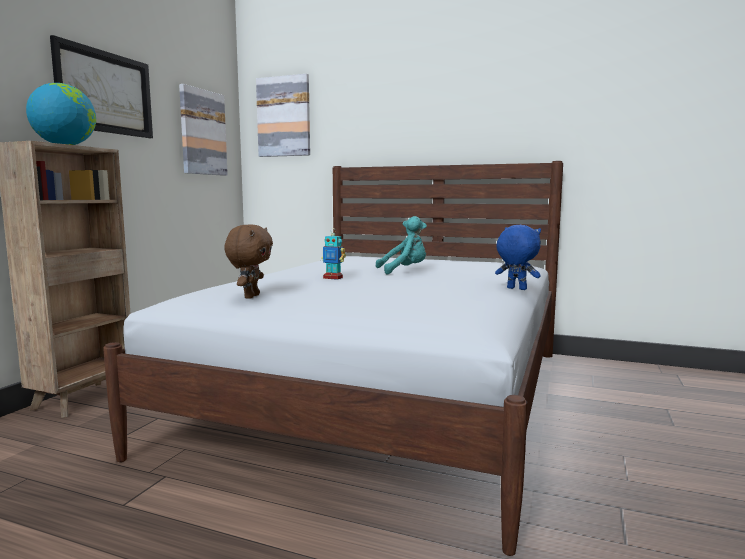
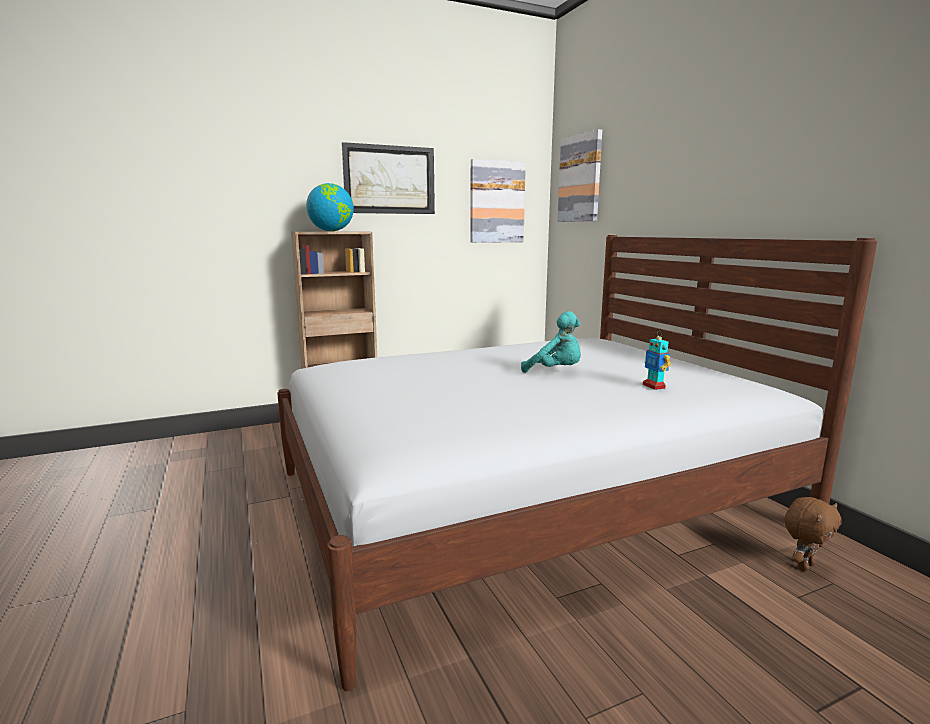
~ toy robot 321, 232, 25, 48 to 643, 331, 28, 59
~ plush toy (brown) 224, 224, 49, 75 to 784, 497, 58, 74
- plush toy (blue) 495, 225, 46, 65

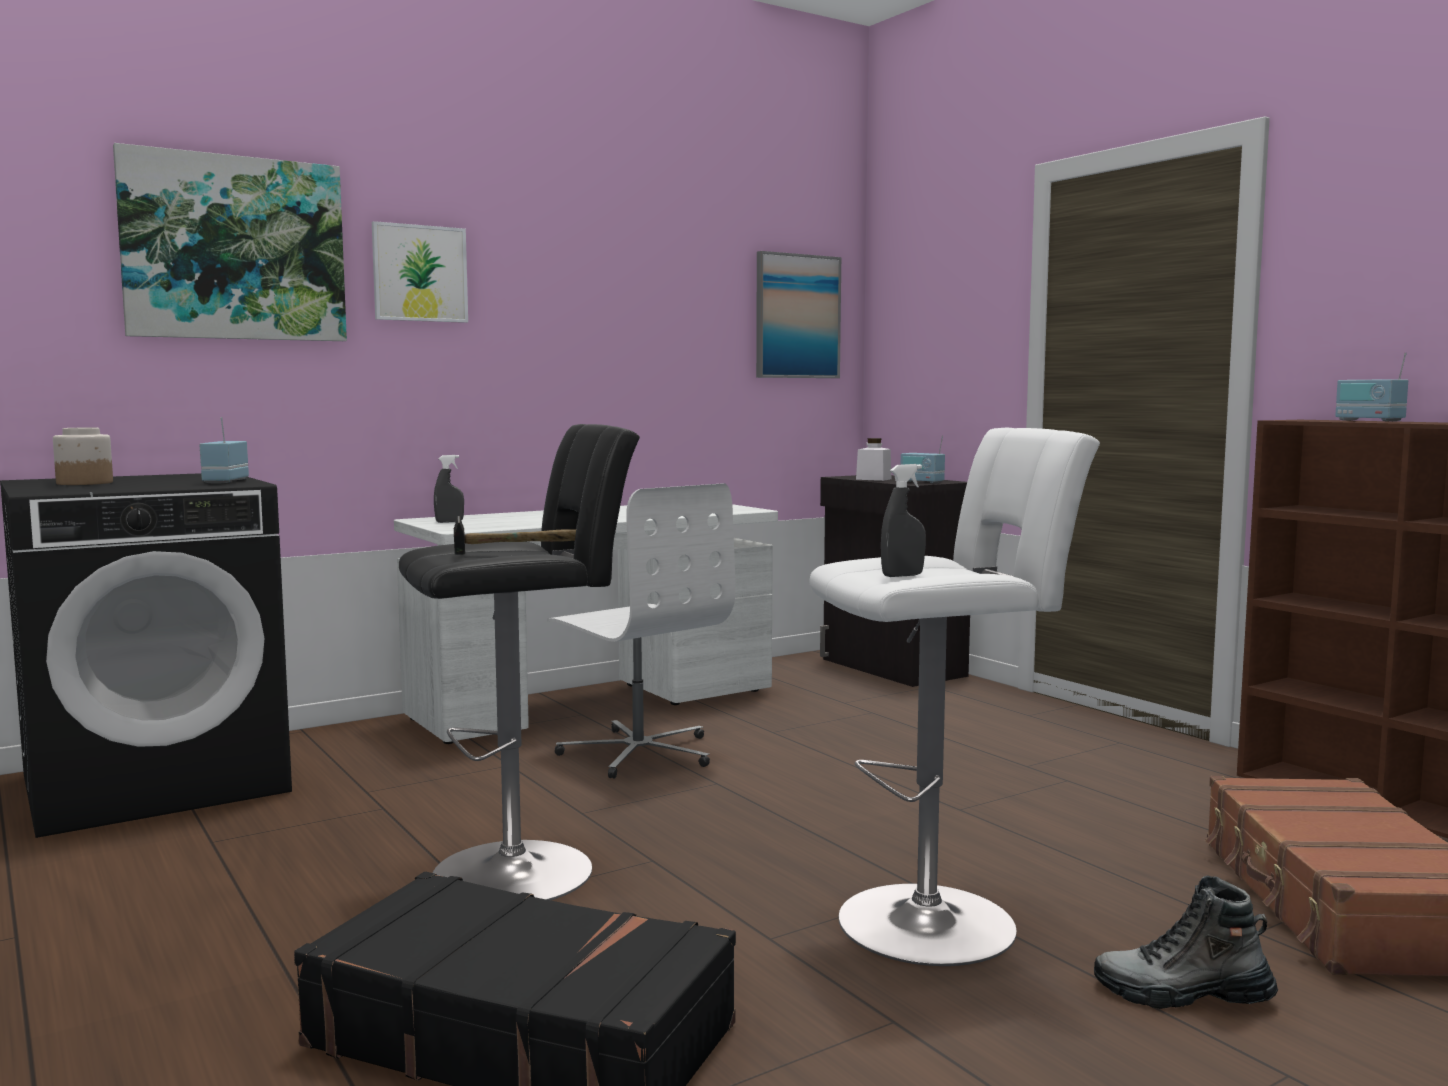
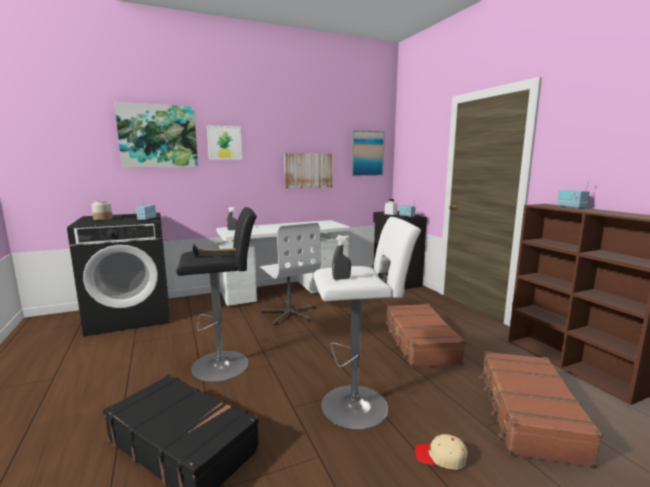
+ picture 284, 153, 49, 36
+ suitcase (brown) 385, 304, 81, 63
~ boot 1094, 876, 184, 133 to cap (beige) 415, 434, 53, 36

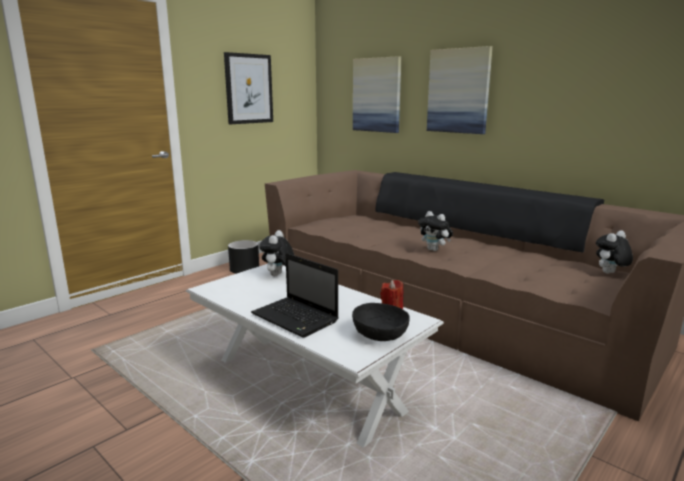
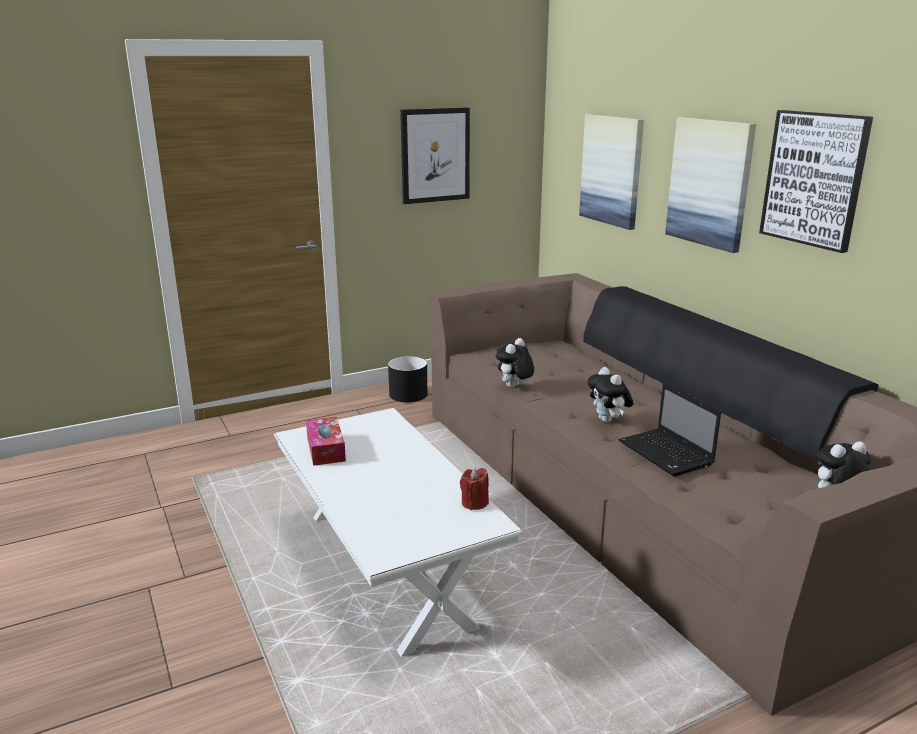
+ tissue box 306, 417, 40, 49
~ plush toy 259, 230, 35, 46 to 496, 338, 38, 50
~ laptop 251, 253, 88, 85 to 619, 382, 102, 95
+ picture 759, 110, 114, 143
- bowl (black) 352, 303, 58, 38

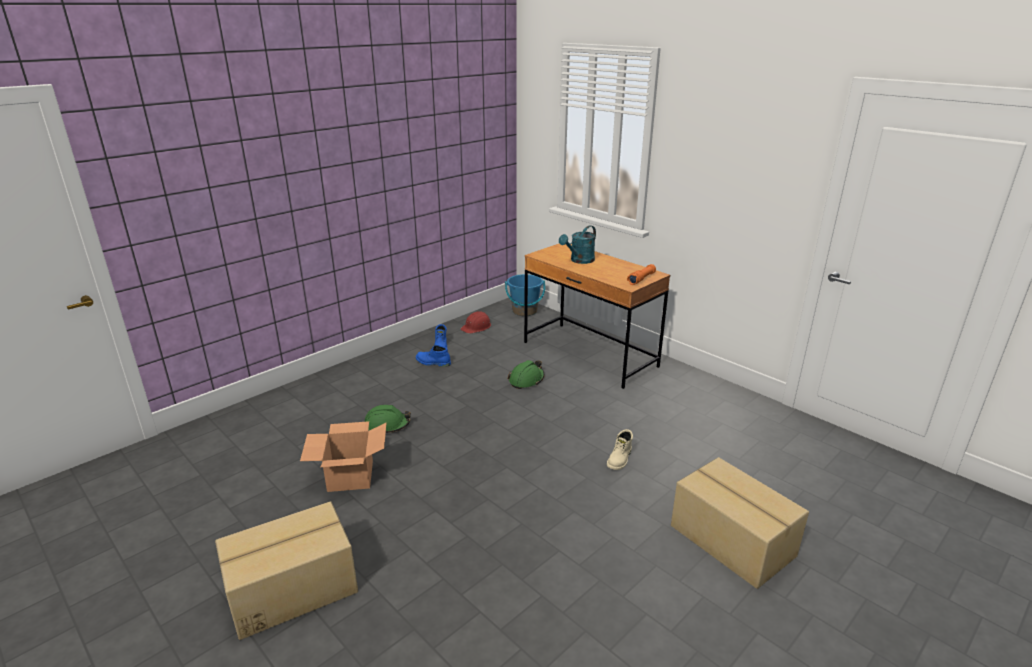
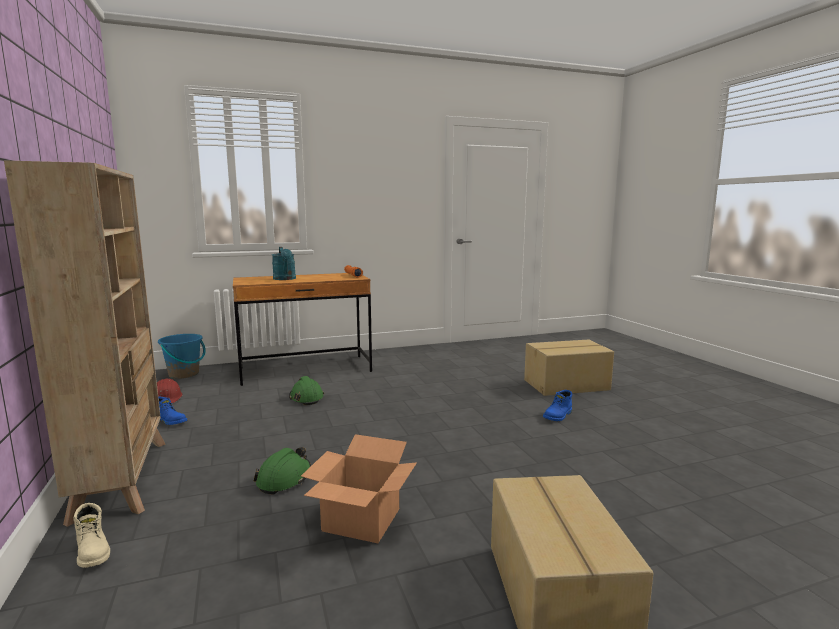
+ bookcase (beige) 4, 160, 162, 367
~ boot (beige) 607, 429, 26, 41 to 73, 503, 37, 65
~ boot (blue) 416, 345, 35, 22 to 543, 390, 29, 31

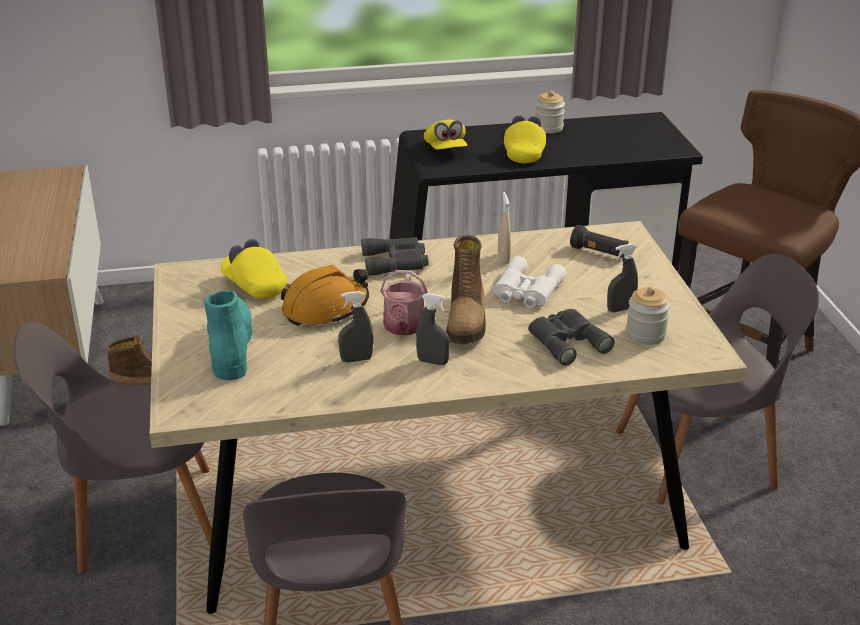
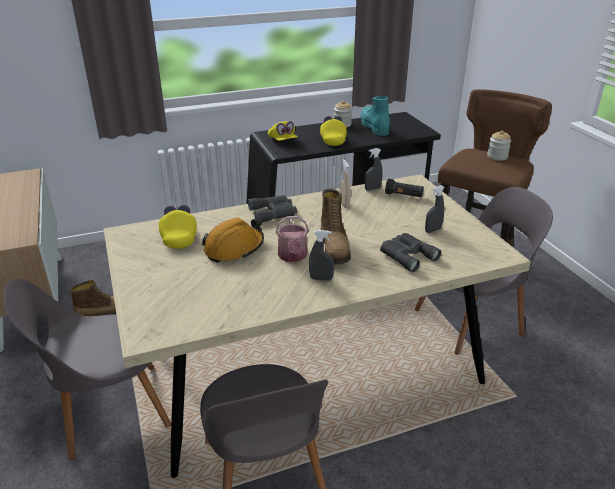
~ cap (yellow) 221, 239, 66, 61 = 159, 205, 38, 44 45 degrees clockwise
~ boot (turquoise) 204, 291, 48, 89 to 361, 96, 29, 40
~ spray bottle (grey) 338, 291, 35, 72 to 365, 148, 18, 43
~ jar 626, 287, 44, 58 to 487, 131, 24, 30
- binoculars (white) 493, 256, 73, 52

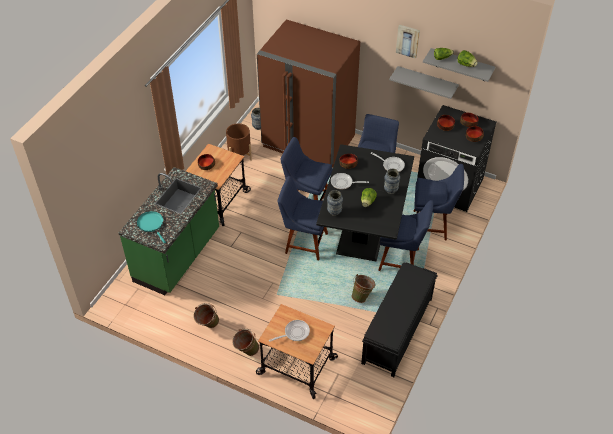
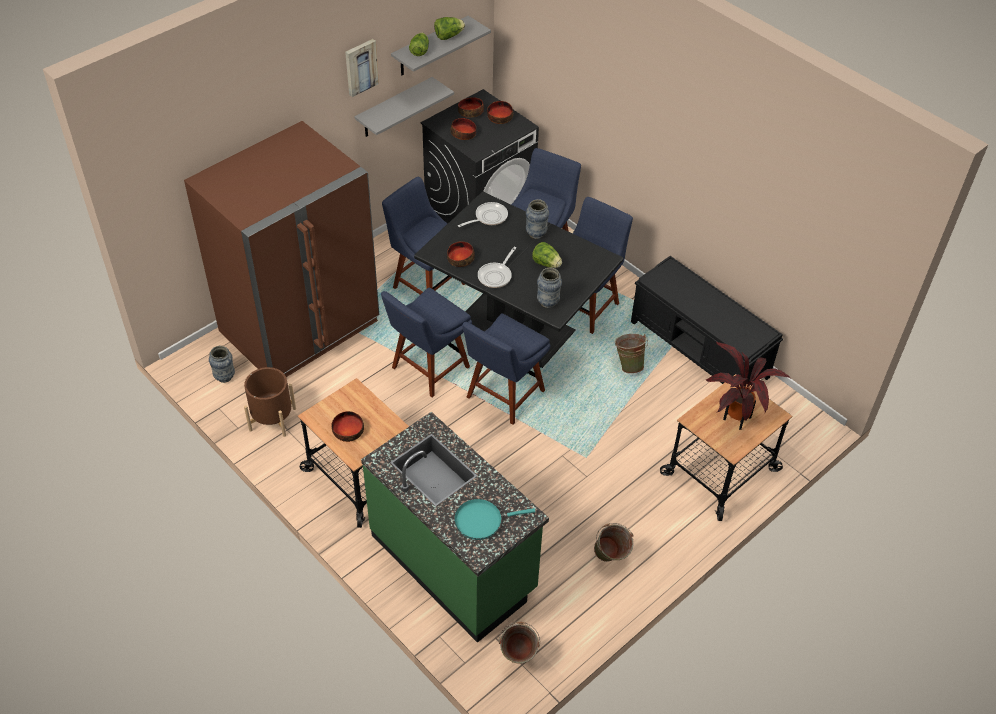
~ bucket (green) 232, 328, 27, 28 to 499, 622, 41, 41
~ frying pan 269, 320, 41, 22 to potted plant 706, 341, 84, 89

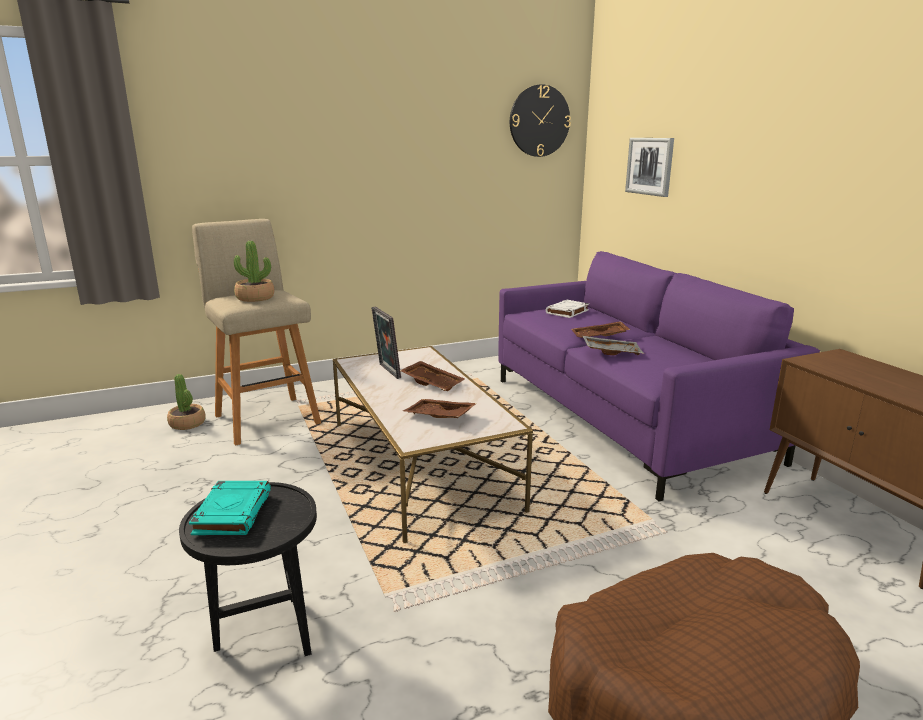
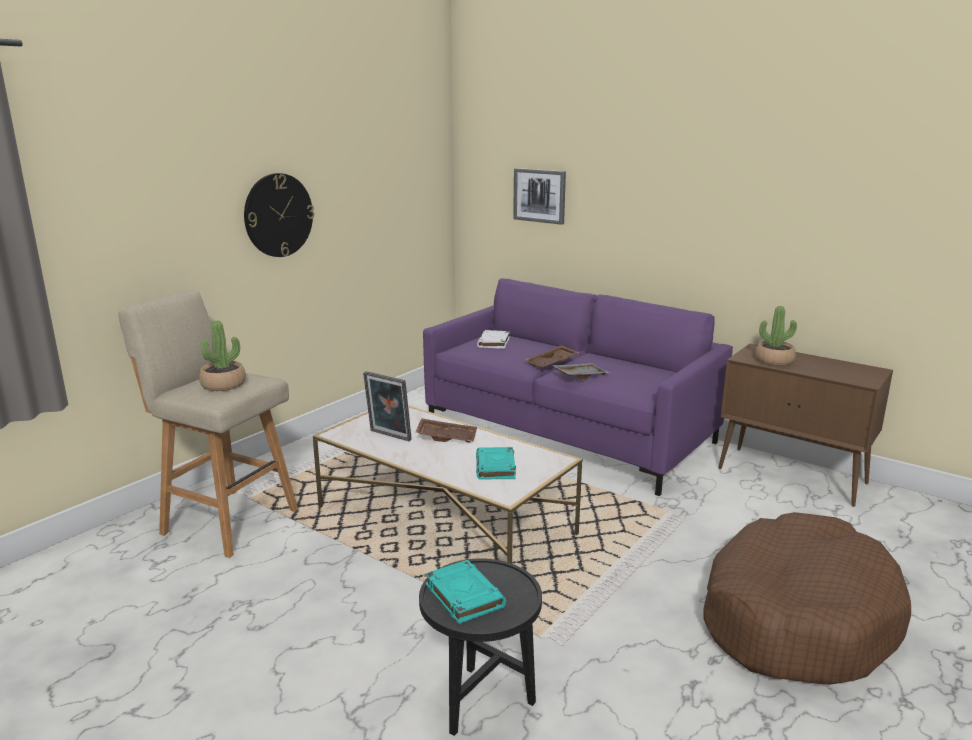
~ wall clock 510, 84, 61, 73 to 244, 173, 70, 84
~ tray (brown) 403, 399, 74, 19 to book (turquoise) 476, 447, 40, 32
~ potted plant 167, 374, 39, 56 to 755, 306, 42, 60

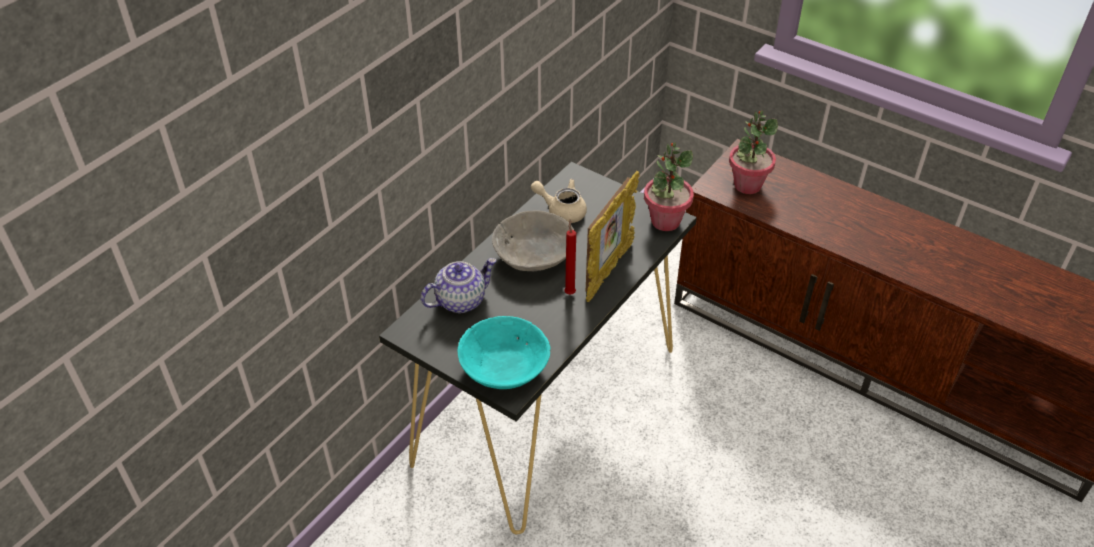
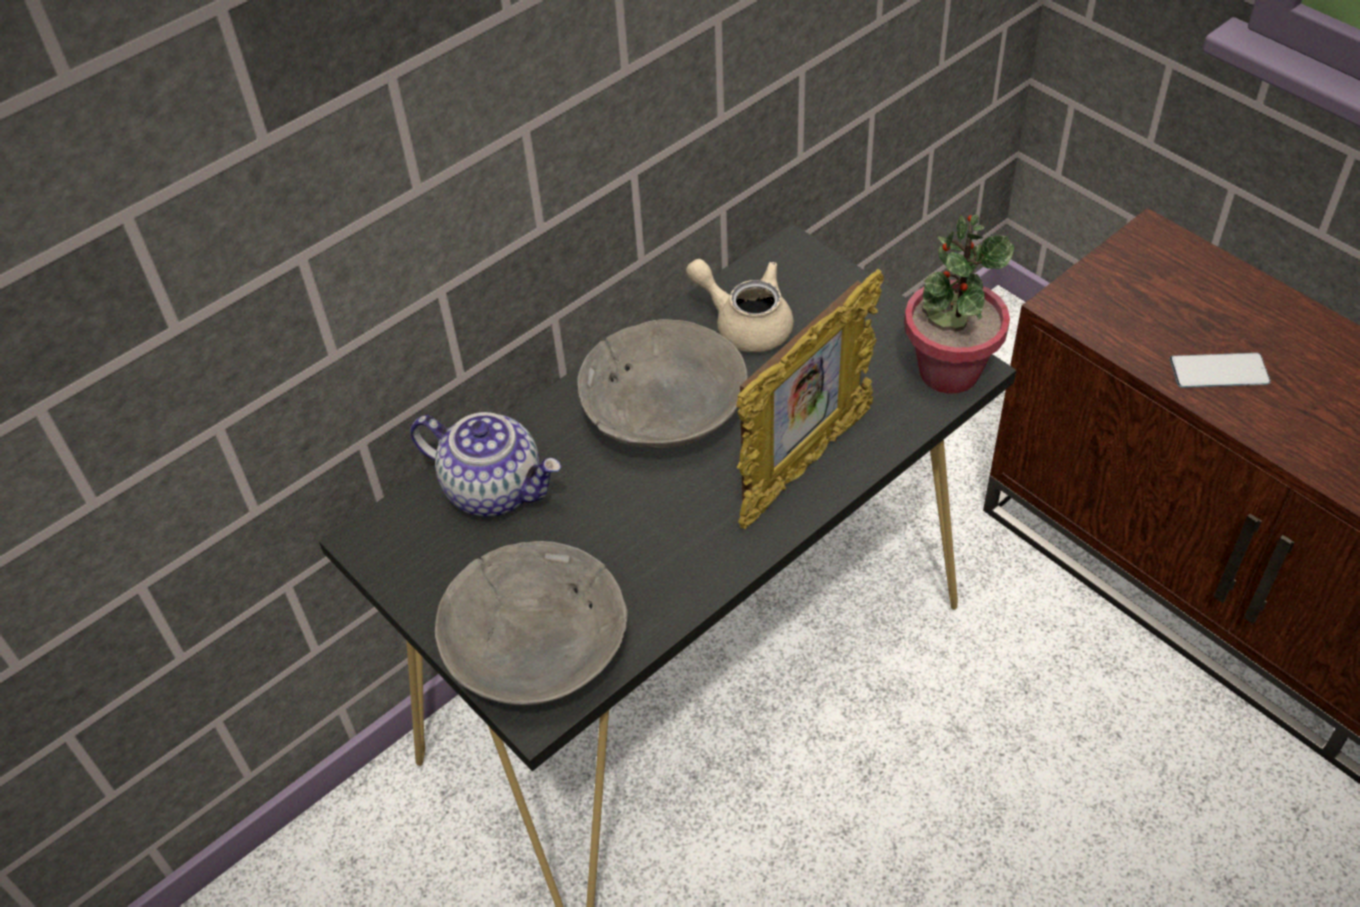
~ teapot 421, 258, 76, 55 = 410, 412, 151, 105 45 degrees clockwise
~ bowl (turquoise) 457, 316, 93, 73 to bowl (grey) 435, 541, 192, 164
+ phone 1170, 353, 101, 35
- candle (red) 564, 219, 12, 76
- potted plant 729, 111, 49, 83

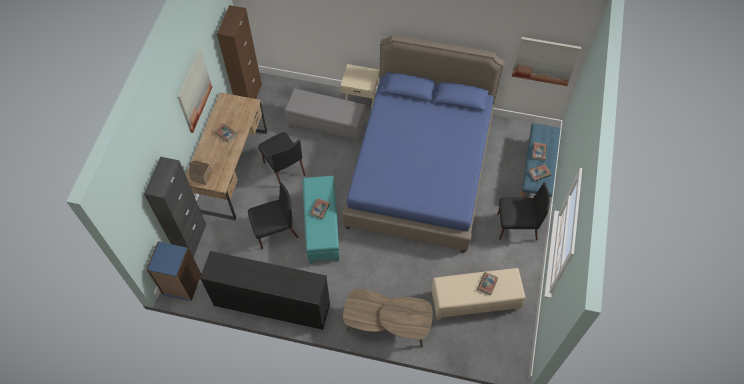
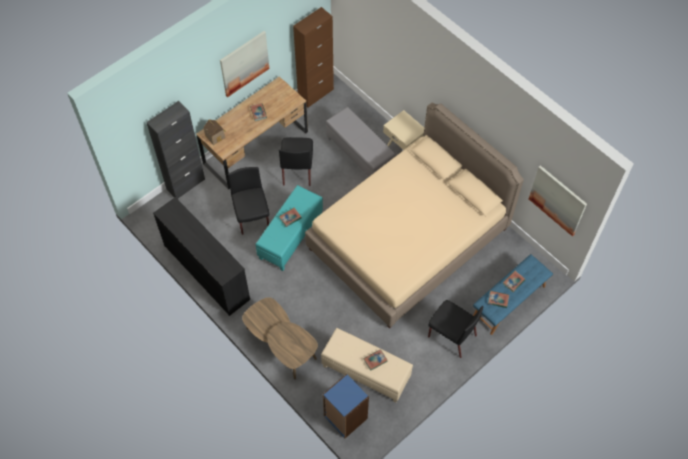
~ chair (black) 248, 182, 51, 68 = 228, 167, 41, 68 120 degrees counterclockwise
~ bed (blue) 342, 34, 162, 219 to bed (beige) 305, 103, 219, 225
~ bookcase (blue) 146, 242, 55, 59 to 323, 374, 46, 64

